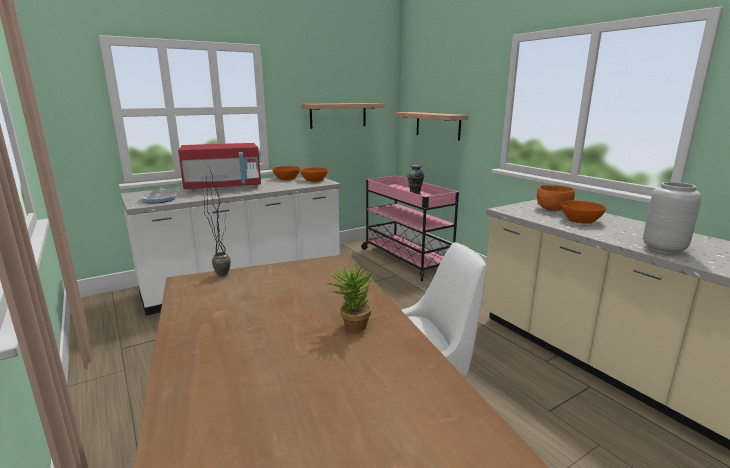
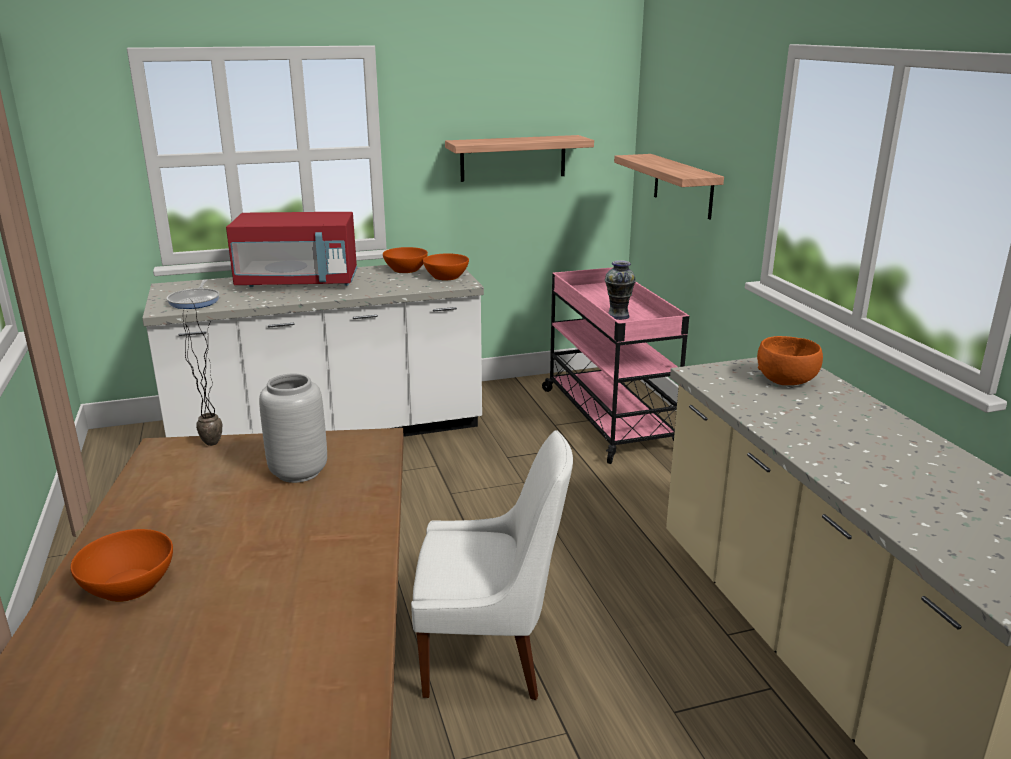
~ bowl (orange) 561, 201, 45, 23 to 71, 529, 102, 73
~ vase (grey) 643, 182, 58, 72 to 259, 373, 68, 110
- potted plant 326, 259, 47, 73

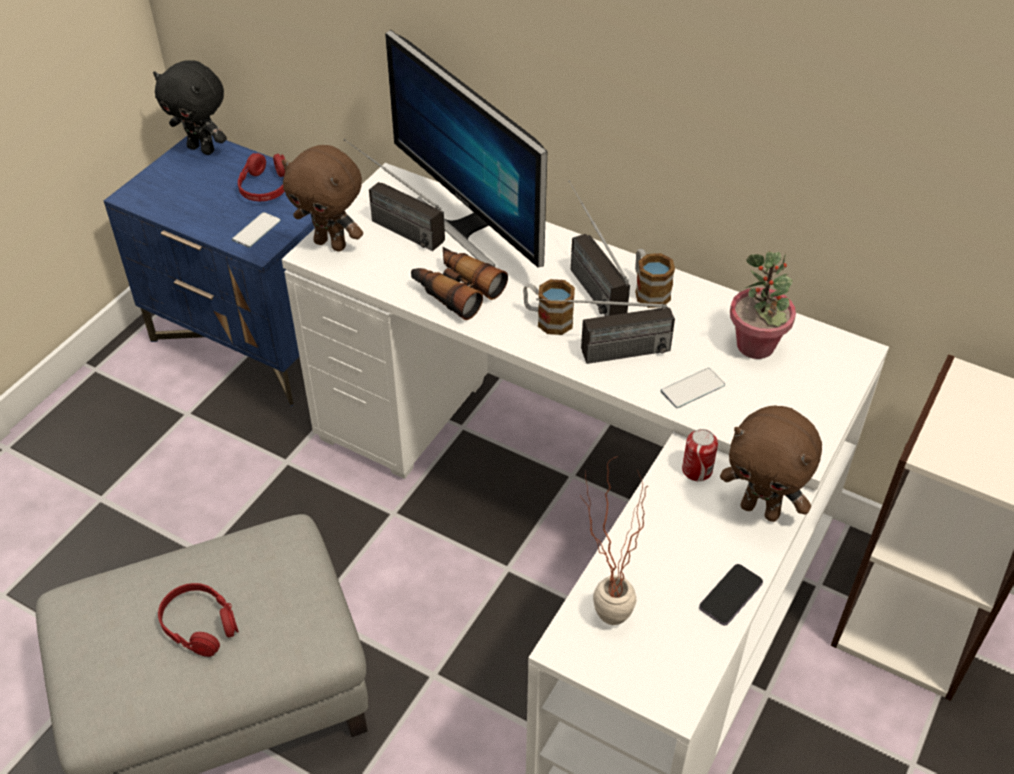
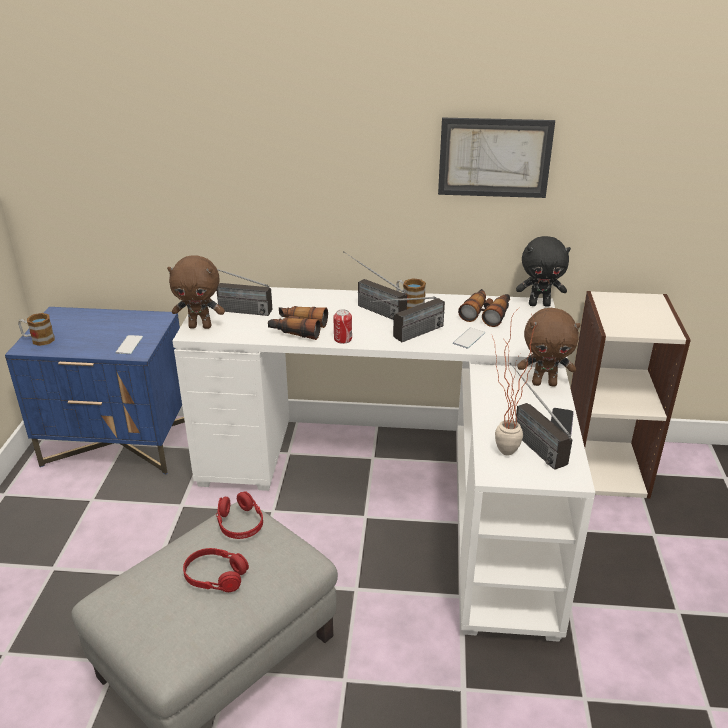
~ mug 523, 279, 52, 56 to 18, 313, 37, 33
~ headphones (red) 238, 153, 47, 48 to 216, 491, 47, 48
~ can 682, 429, 36, 52 to 333, 309, 19, 35
+ picture 438, 118, 117, 80
~ potted plant 730, 251, 66, 108 to binoculars 458, 289, 52, 38
+ radio 510, 363, 62, 107
~ plush toy (black) 153, 60, 74, 95 to 516, 236, 55, 71
- monitor 385, 30, 162, 237

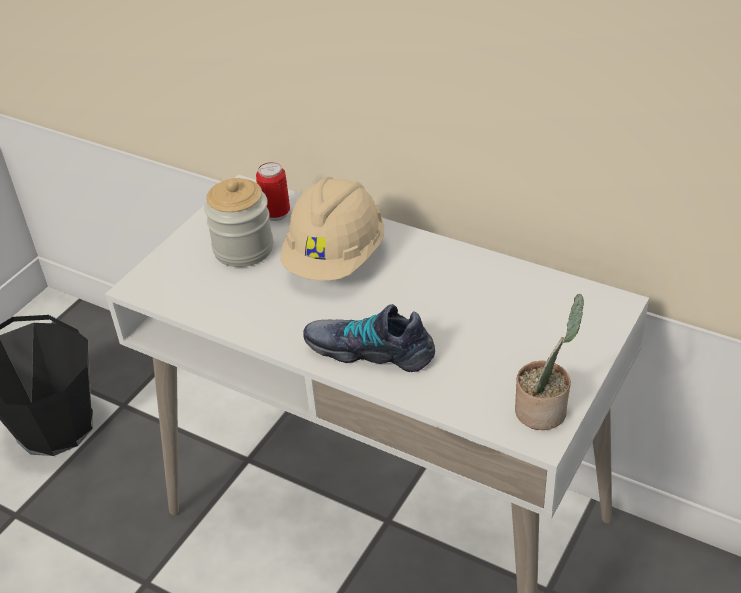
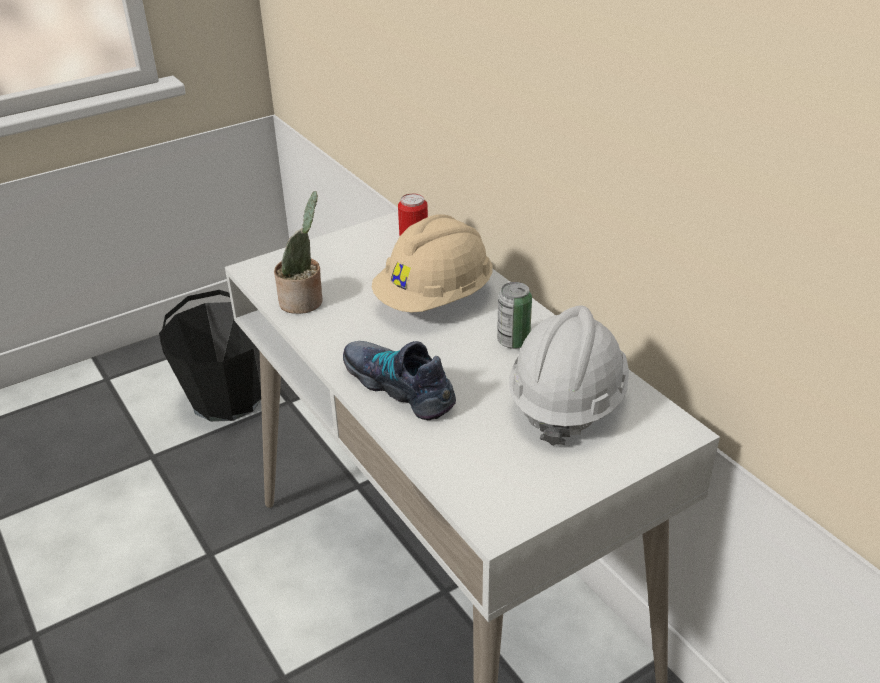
~ potted plant 515, 294, 69, 136 to 274, 191, 49, 123
+ can 497, 282, 35, 67
+ hard hat (white) 509, 305, 120, 141
- jar 204, 178, 69, 89

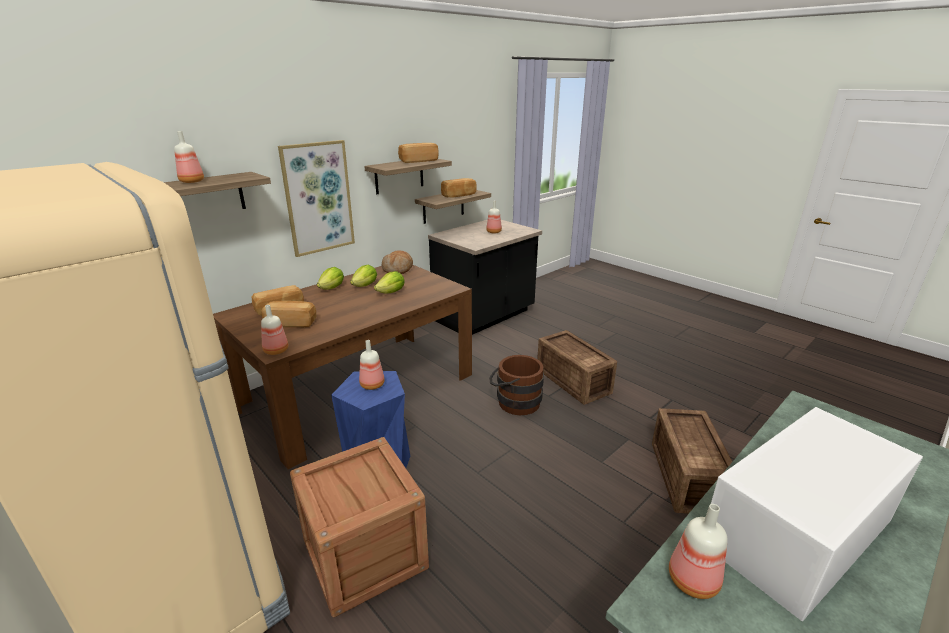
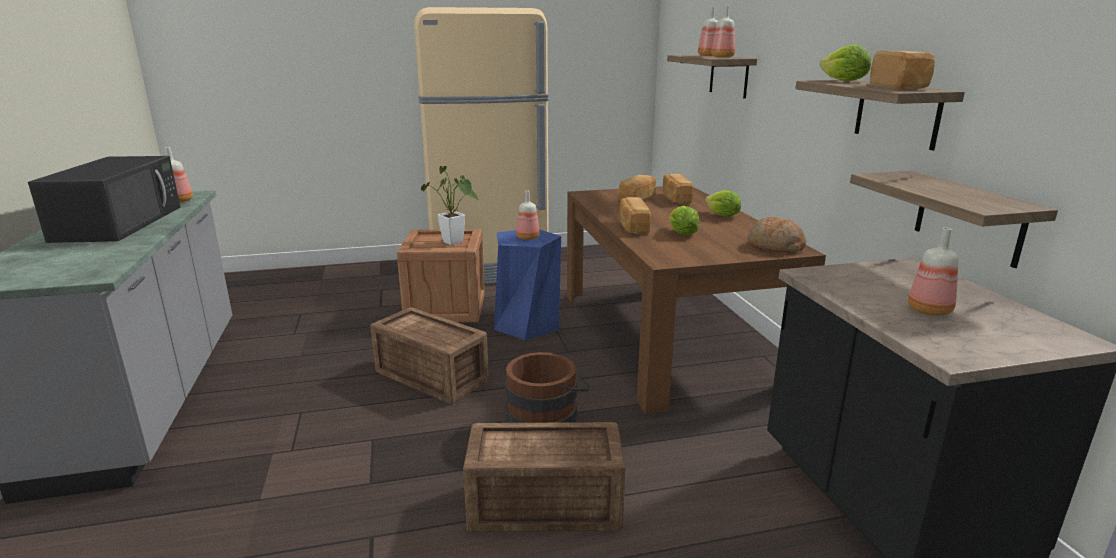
~ microwave (white) 711, 407, 212, 214 to microwave (black) 28, 156, 153, 87
~ crate 652, 408, 80, 106 to 370, 307, 119, 97
+ potted plant 421, 166, 58, 79
~ bread 441, 178, 36, 19 to 620, 197, 31, 37
~ bottle 261, 305, 27, 50 to 711, 6, 24, 52
~ lettuce 350, 265, 27, 22 to 820, 45, 51, 36
- picture 278, 140, 77, 117

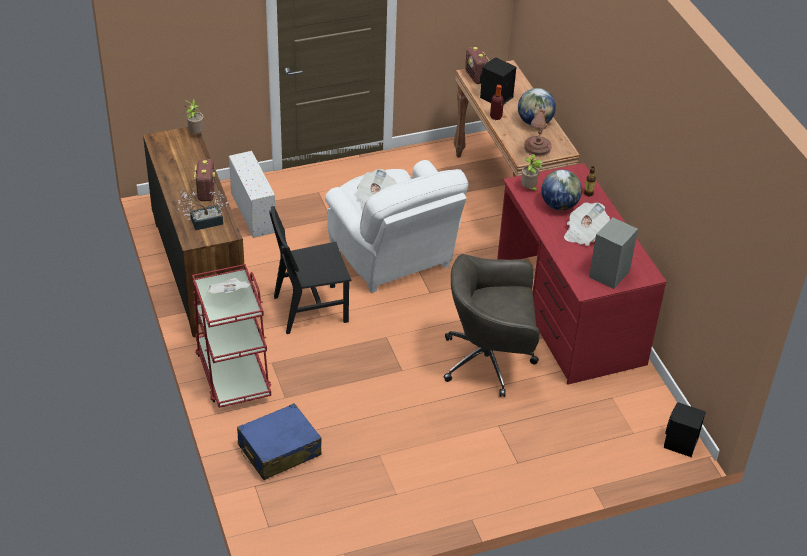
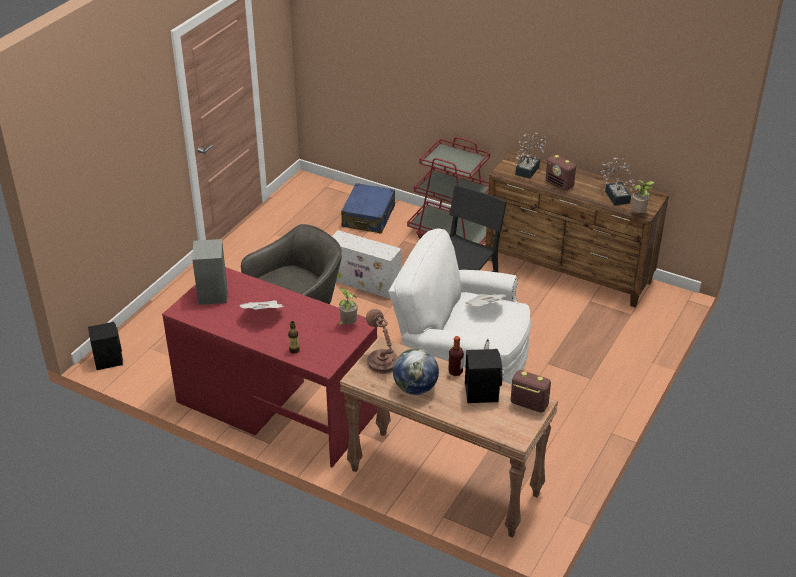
~ storage box (white) 229, 151, 46, 87 to 332, 230, 69, 69
+ potted plant 600, 158, 37, 48
- newspaper 207, 278, 43, 15
- globe 541, 170, 41, 41

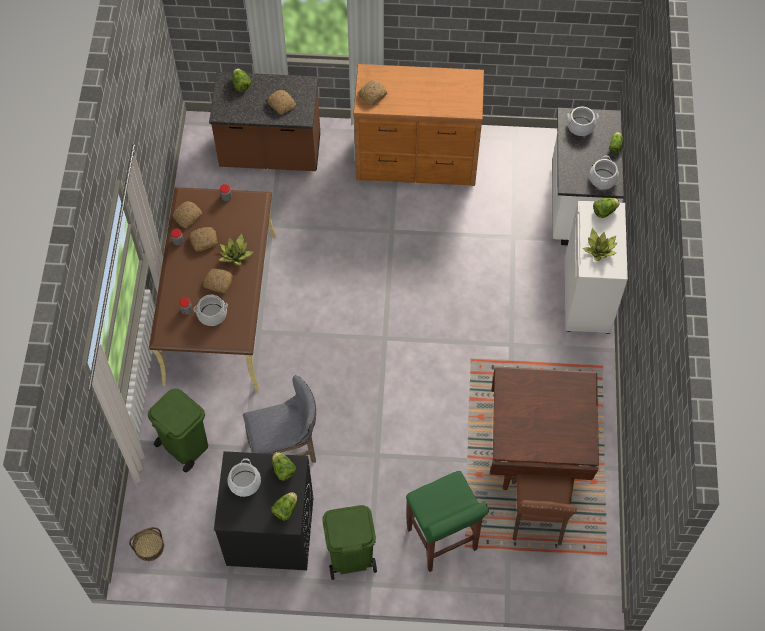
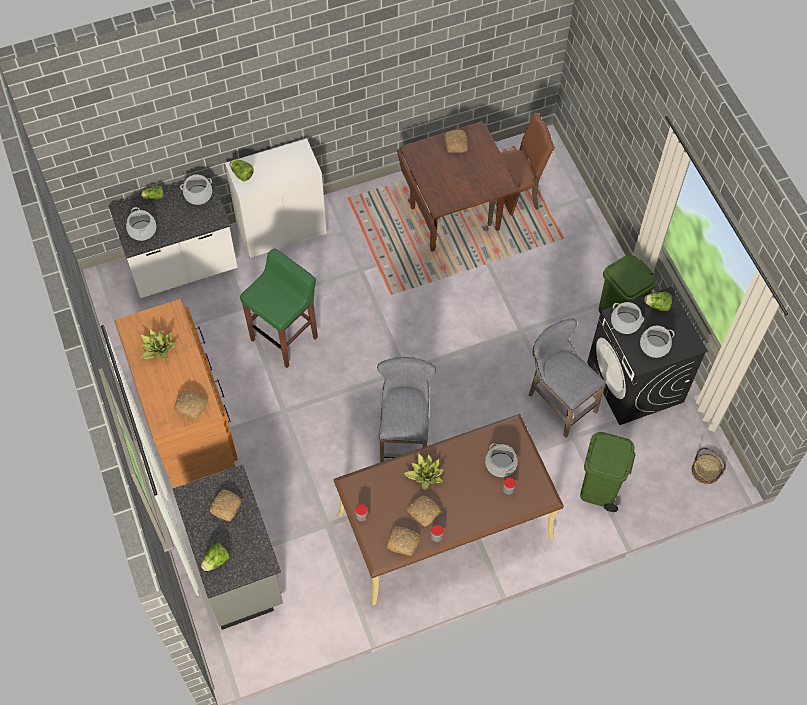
~ potted plant 583, 228, 34, 33 to 139, 328, 38, 31
~ counter (brown) 209, 72, 111, 99 to counter (grey) 173, 465, 110, 165
~ stool (green) 406, 471, 83, 101 to 240, 248, 78, 120
+ stool (grey) 377, 357, 59, 105
~ bread 203, 269, 30, 24 to 444, 130, 24, 23
~ lettuce 272, 452, 24, 28 to cooking pot 611, 302, 33, 32

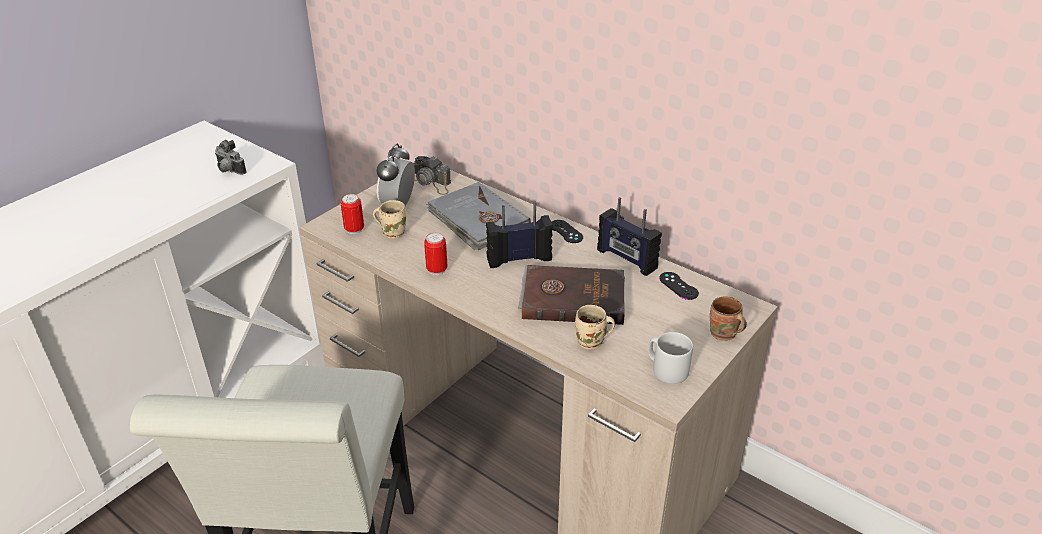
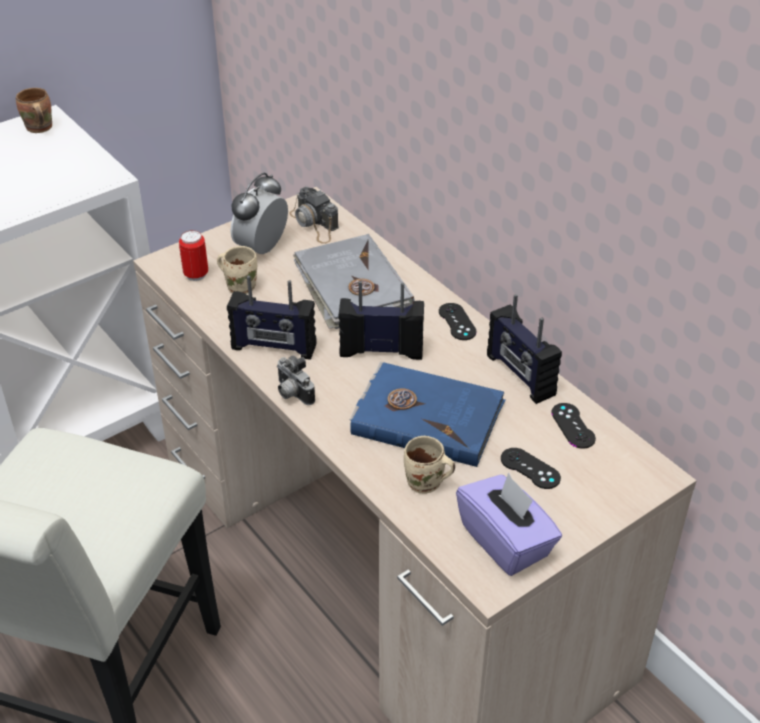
~ mug (brown) 710, 296, 37, 45 to 16, 88, 36, 45
~ can 424, 233, 24, 42 to radio 227, 276, 90, 83
~ photo camera 215, 140, 31, 35 to 277, 355, 38, 50
~ book (brown) 518, 265, 107, 60 to book (blue) 349, 362, 157, 105
~ mug (grey) 648, 332, 45, 52 to tissue box (purple) 456, 473, 106, 103
+ game controller (black) 501, 448, 60, 41

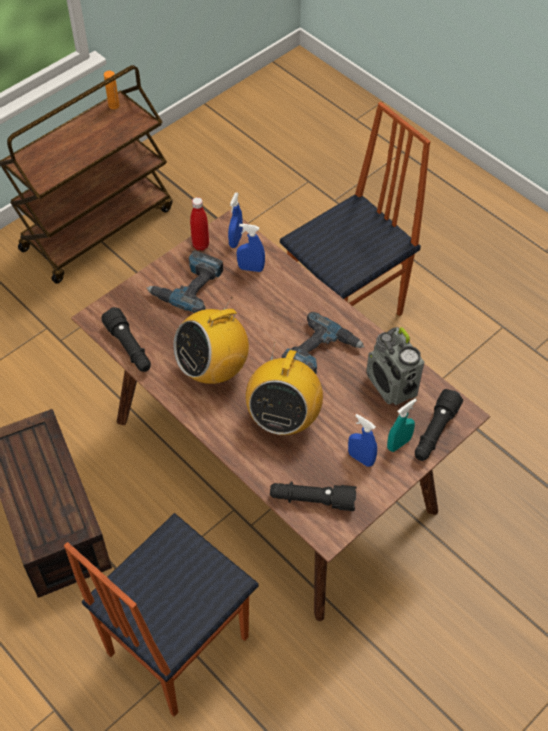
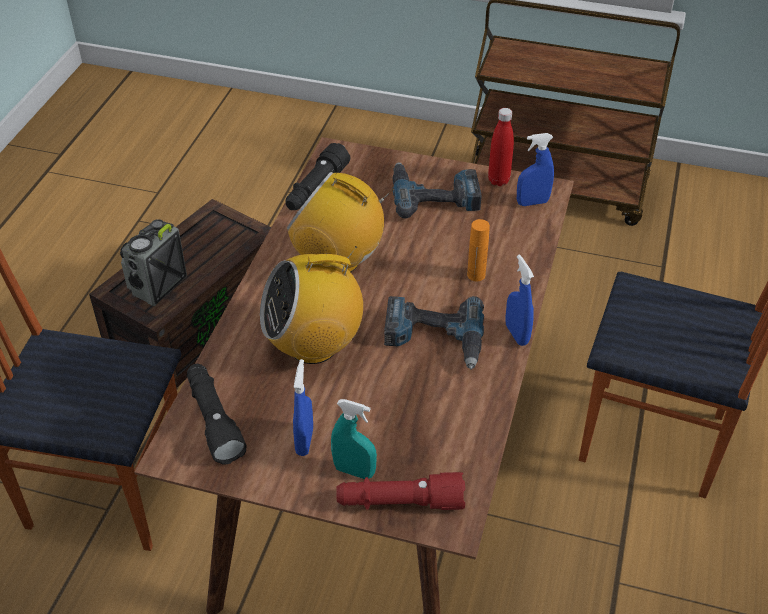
~ radio 366, 327, 58, 78 to 120, 219, 67, 87
~ flashlight (black) 415, 389, 48, 72 to flashlight (red) 336, 472, 129, 38
~ bottle (orange) 104, 71, 15, 38 to 467, 219, 23, 62
~ spray bottle (blue) 237, 224, 28, 48 to 505, 255, 29, 91

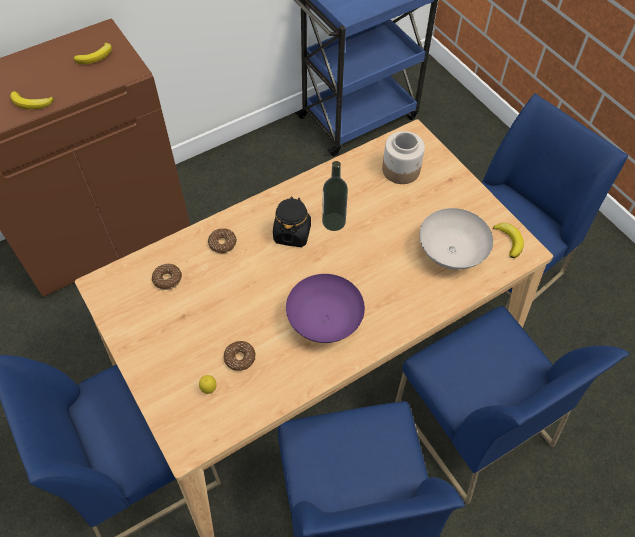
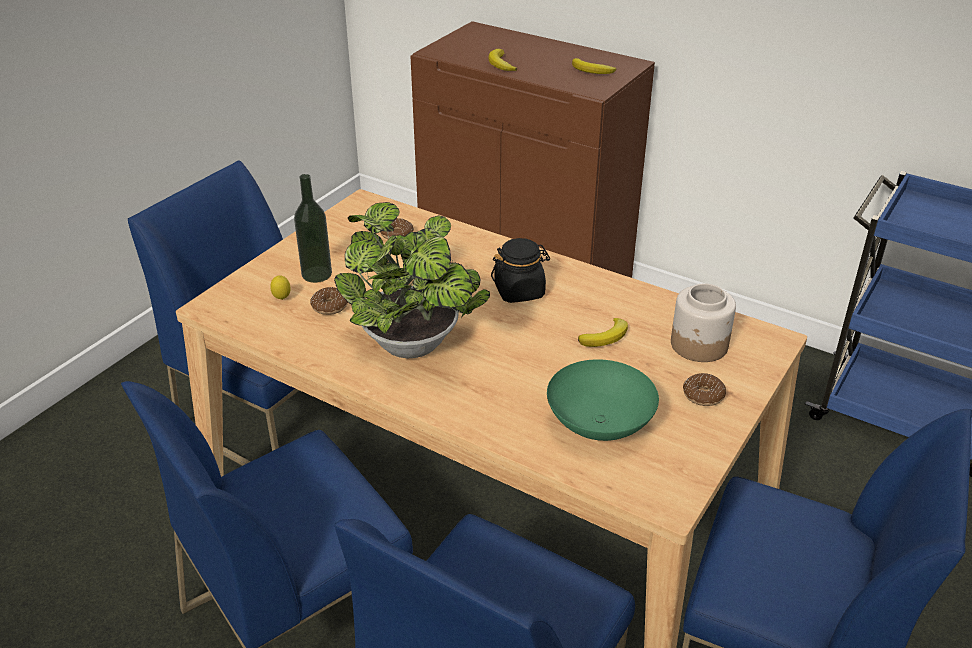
~ bottle 322, 161, 26, 70 to 294, 174, 38, 109
~ bowl (purple) 286, 274, 79, 69 to potted plant 334, 202, 156, 156
~ bowl (white) 419, 208, 74, 62 to bowl (green) 547, 359, 112, 82
~ banana 493, 223, 31, 36 to 578, 318, 50, 29
~ donut 208, 228, 29, 25 to 683, 373, 43, 33

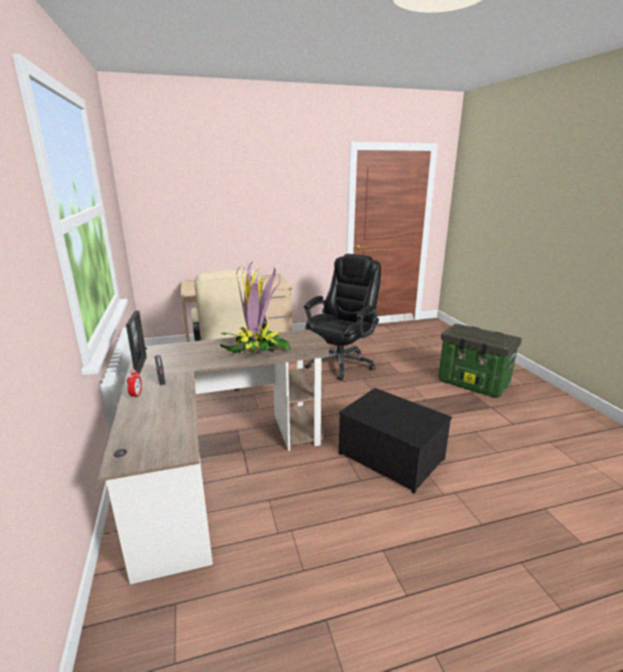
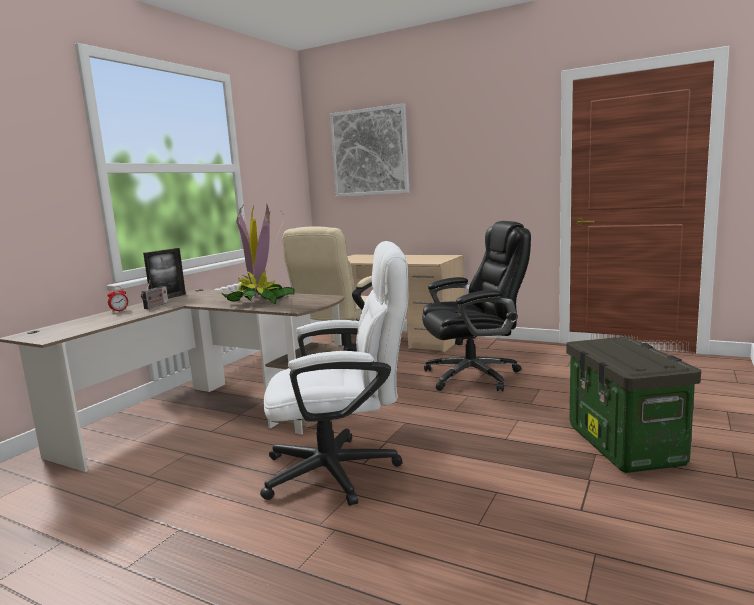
~ storage box 339, 388, 113, 106 to office chair (white) 260, 241, 148, 265
+ picture 330, 103, 79, 94

